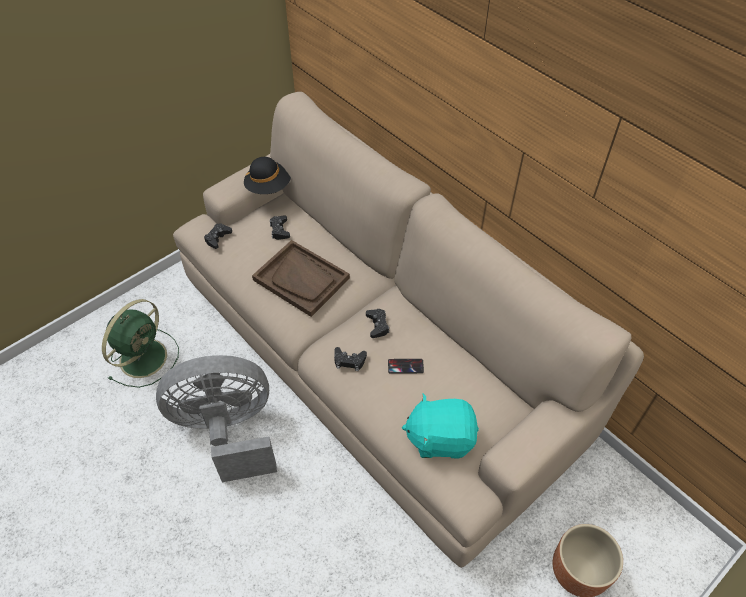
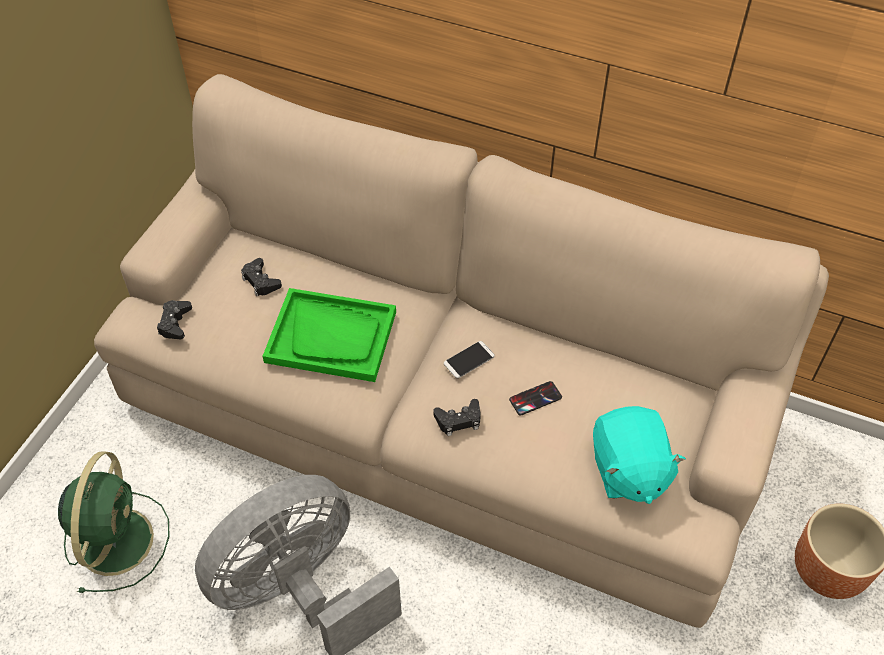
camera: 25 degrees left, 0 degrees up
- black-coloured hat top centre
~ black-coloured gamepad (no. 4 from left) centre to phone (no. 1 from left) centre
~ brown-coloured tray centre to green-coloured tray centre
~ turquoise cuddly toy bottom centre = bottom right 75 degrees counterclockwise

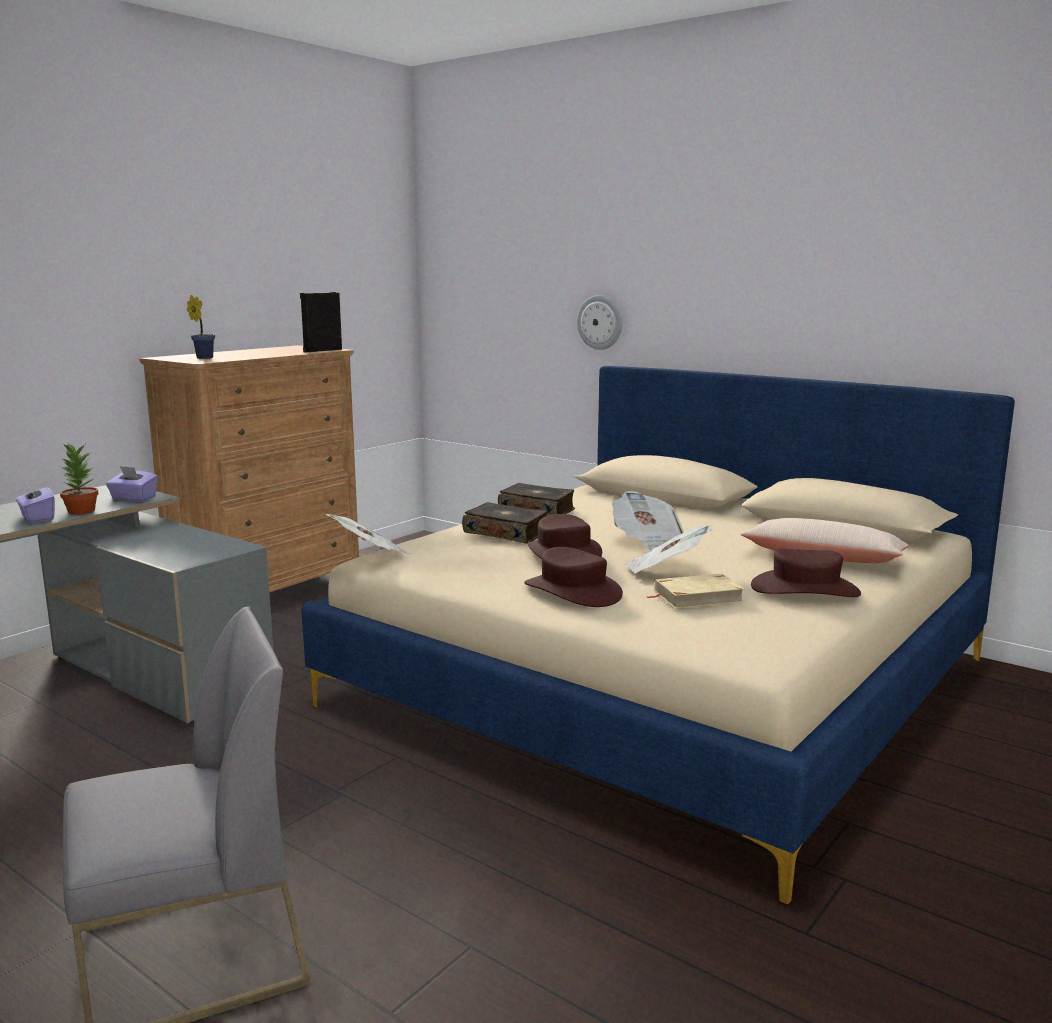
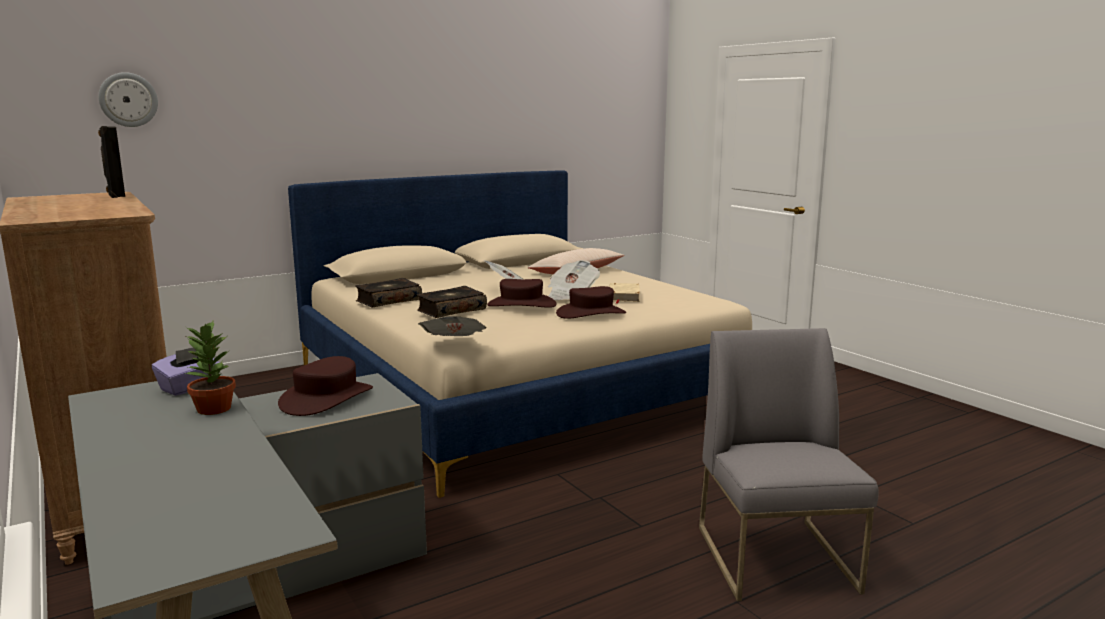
camera: 70 degrees left, 0 degrees up
- purple-coloured tissue box (no. 1 from left) middle left
- houseplant (no. 2 from left) top left
~ hanging clock top centre to top left
~ brown-coloured hat (no. 3 from left in the first image) middle right to brown-coloured hat (no. 1 from left) middle left

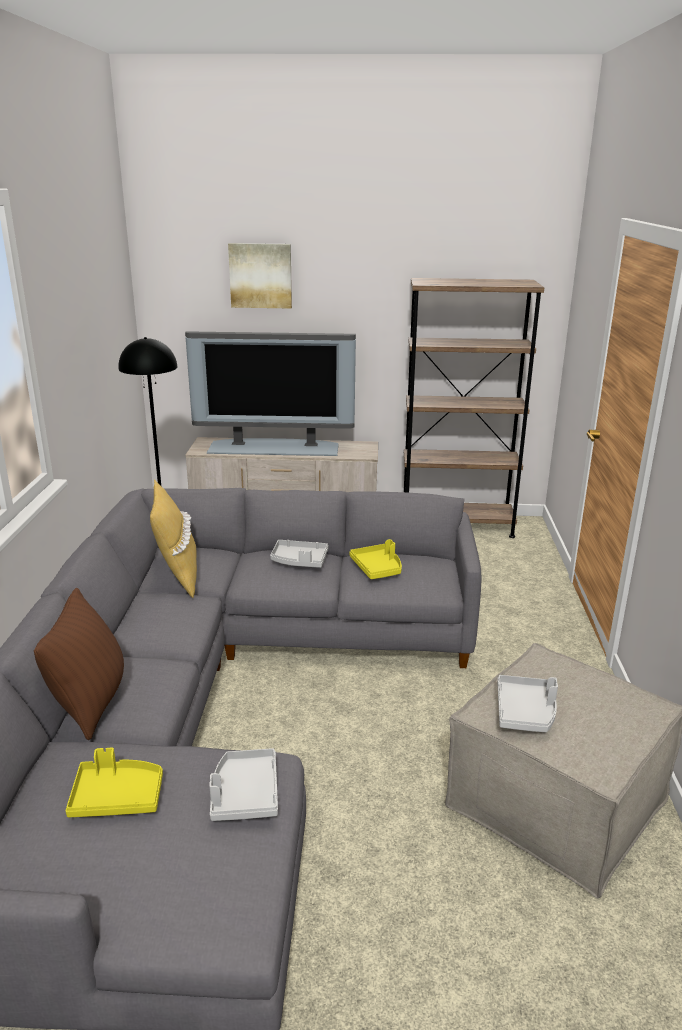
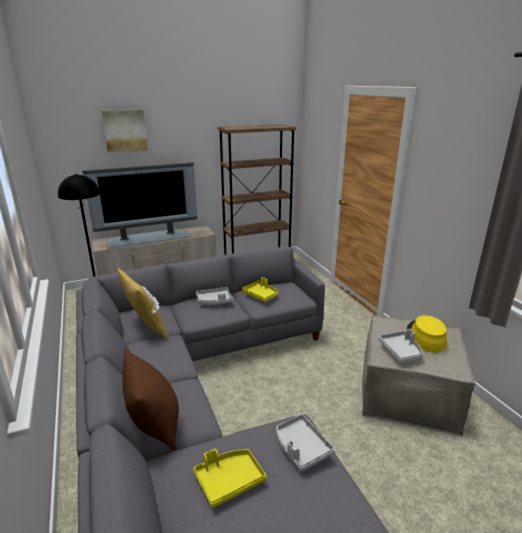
camera: 25 degrees left, 0 degrees up
+ yellow-coloured hat middle right

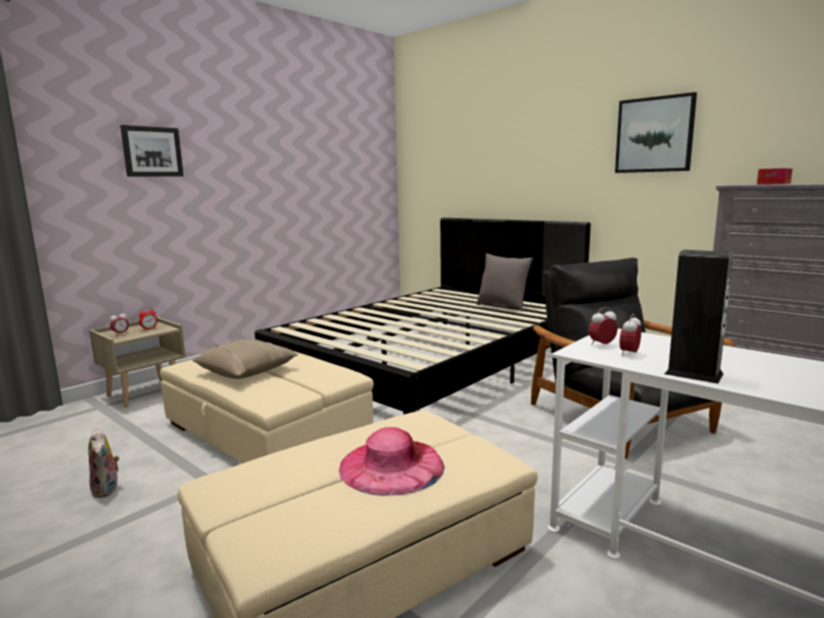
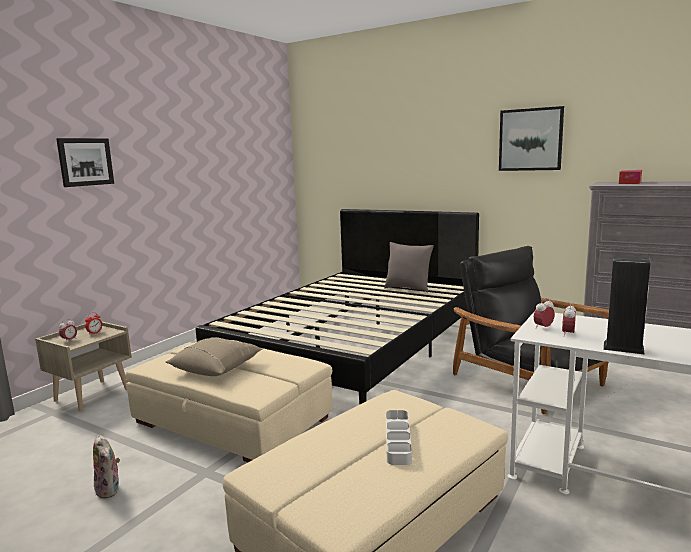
camera: 10 degrees left, 0 degrees up
~ pinkish hat bottom centre to grey tray bottom centre

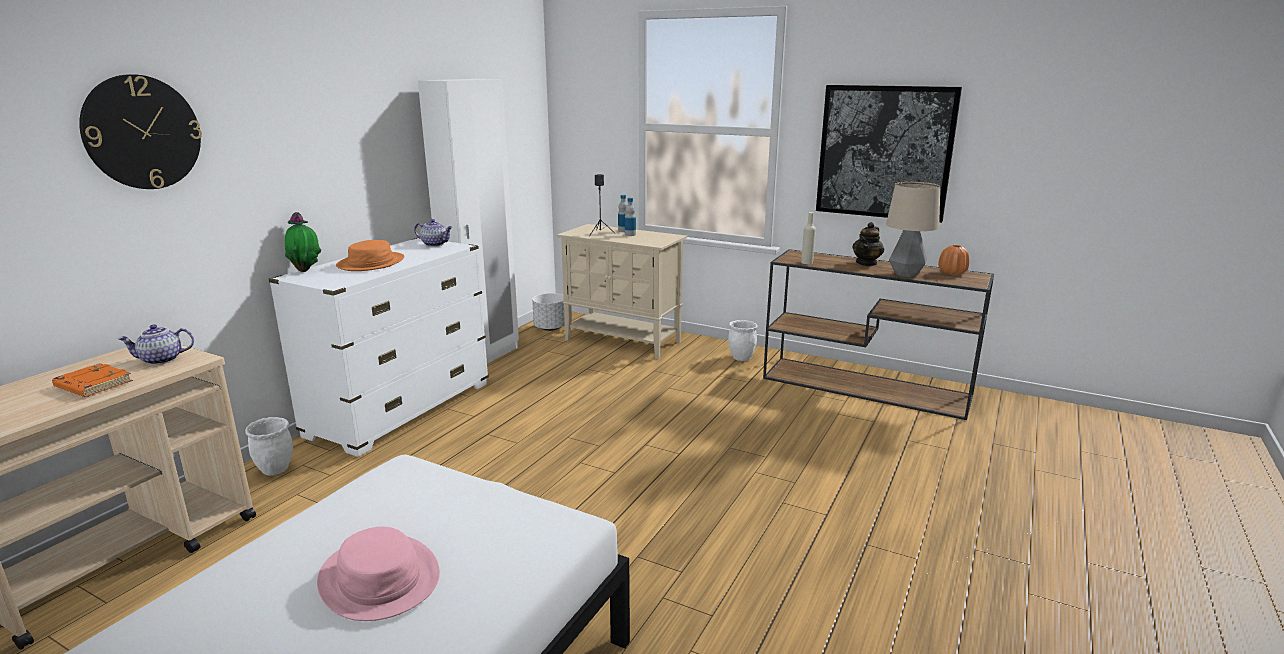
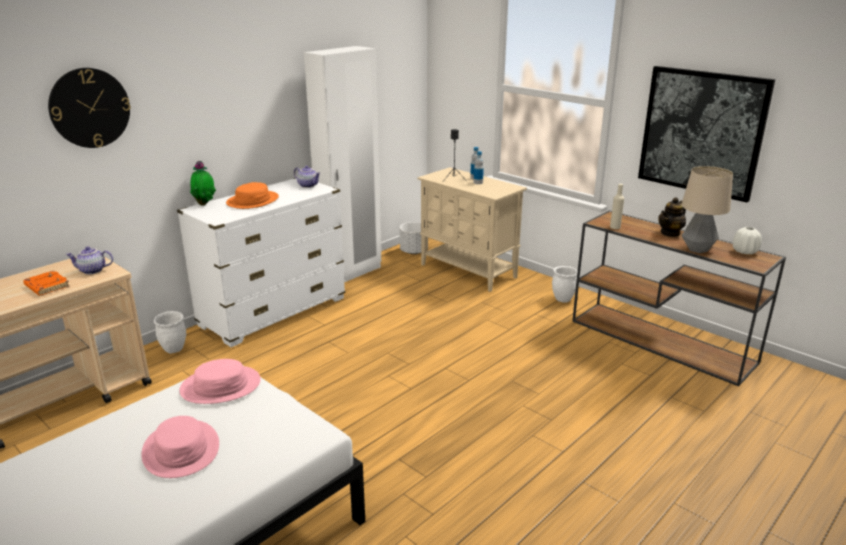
camera: 15 degrees right, 5 degrees up
+ pinkish hat (no. 2 from left) bottom left
~ orange vase middle right to white-coloured vase middle right

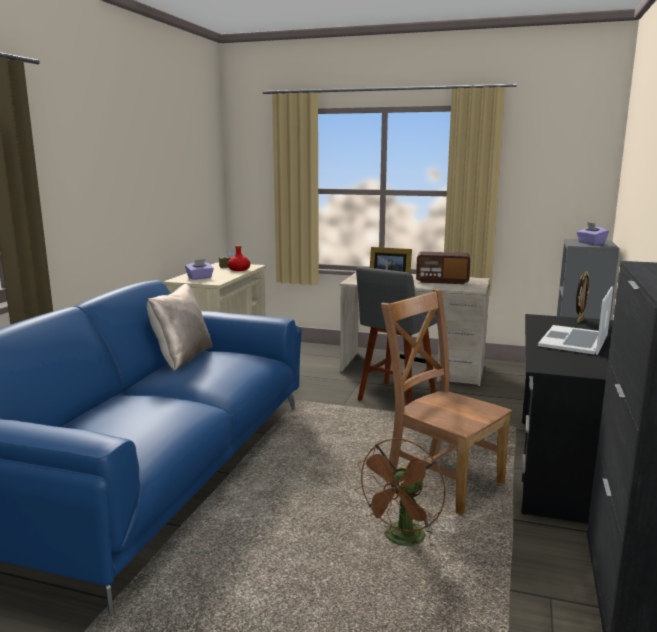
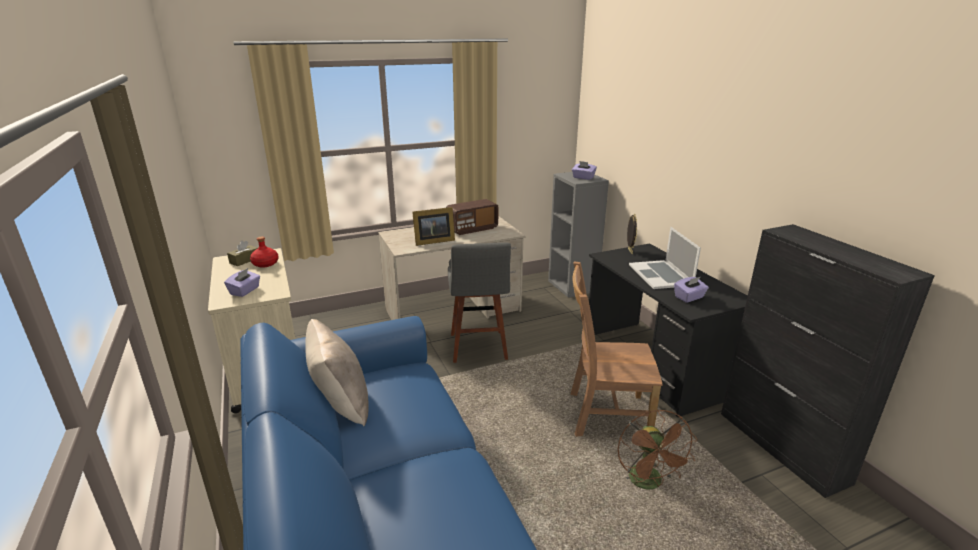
camera: 40 degrees left, 10 degrees up
+ purple-coloured tissue box (no. 3 from left) middle right

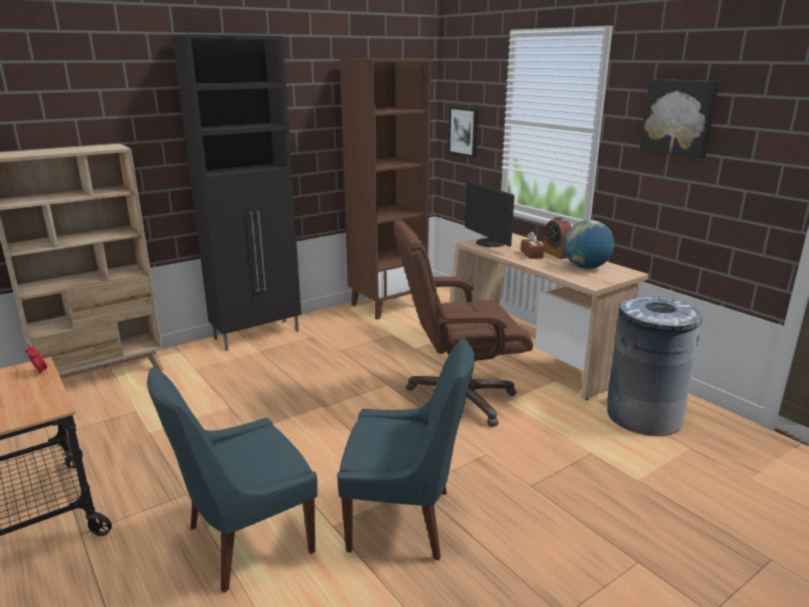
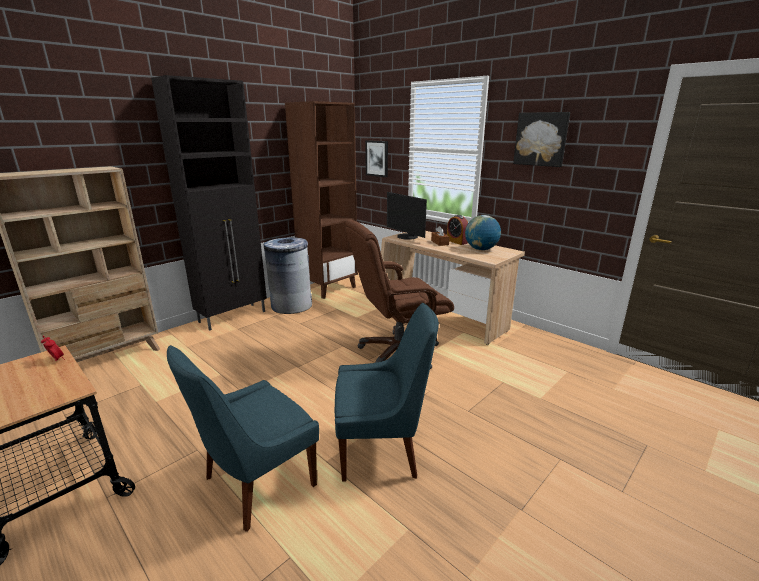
camera: 10 degrees left, 0 degrees up
~ grey rubbish bin middle right to centre

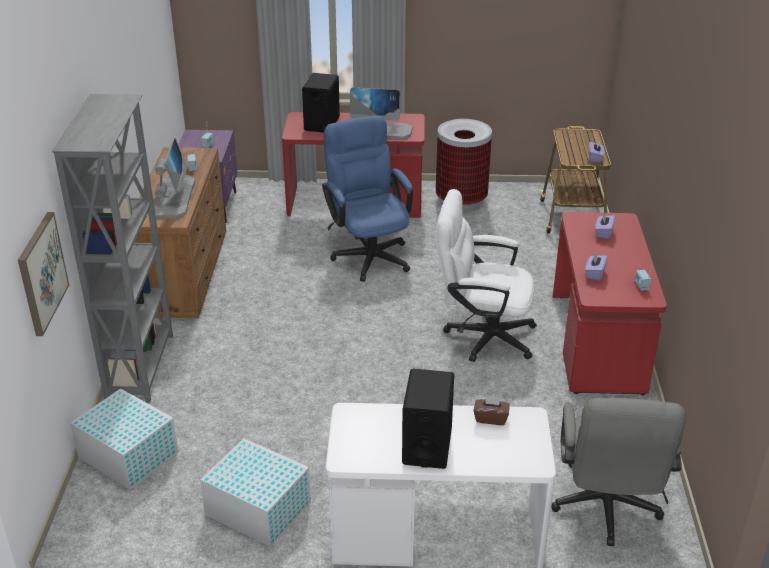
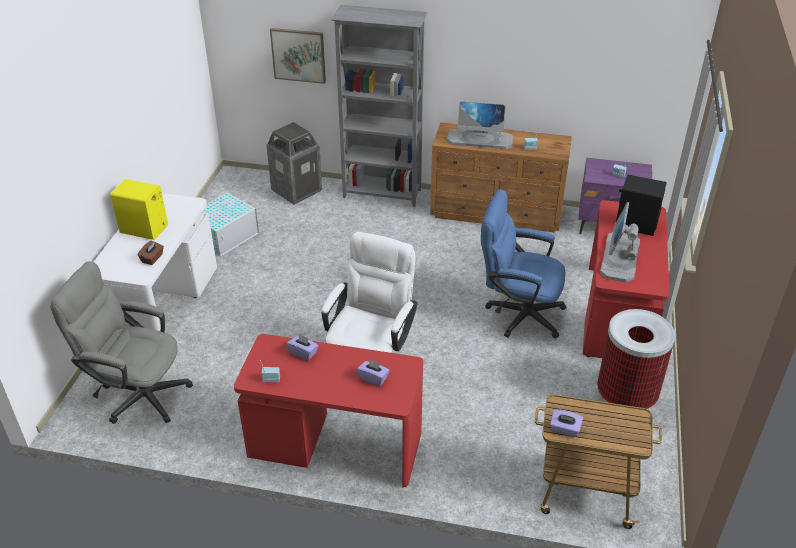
camera: 100 degrees right, 5 degrees up
~ white-coloured storage box (no. 1 from left) bottom left to rubbish bin (no. 1 from left) top centre
~ black-coloured loudspeaker (no. 2 from left) bottom centre to yellow-coloured loudspeaker middle left
~ bluish computer chair centre = centre 150 degrees counterclockwise

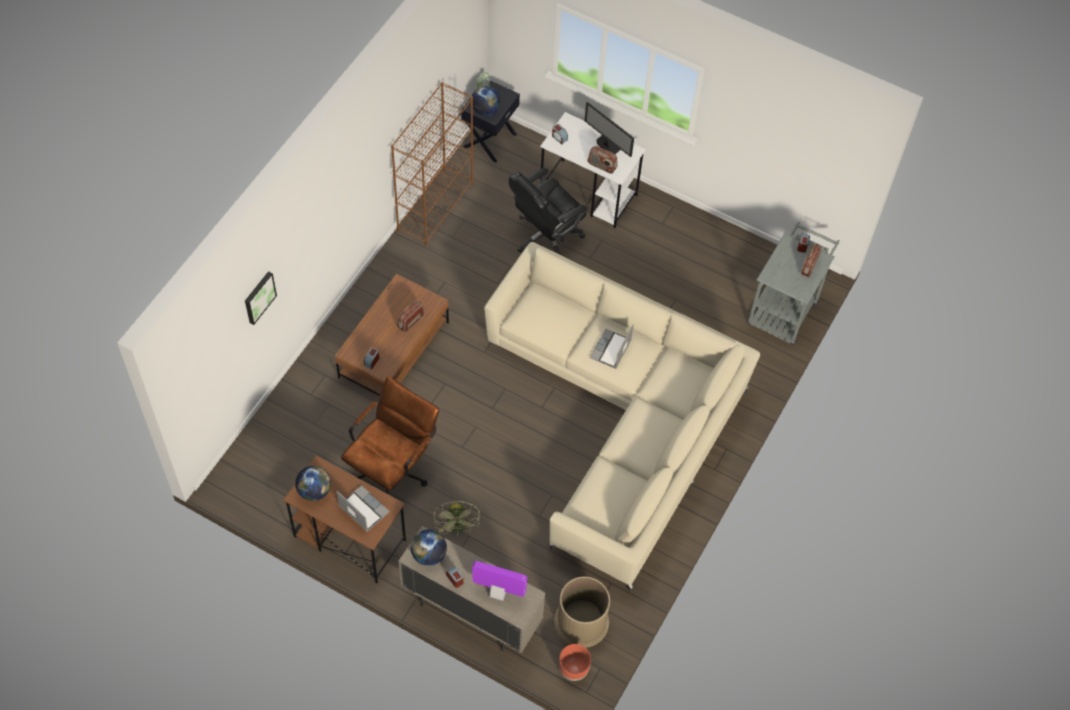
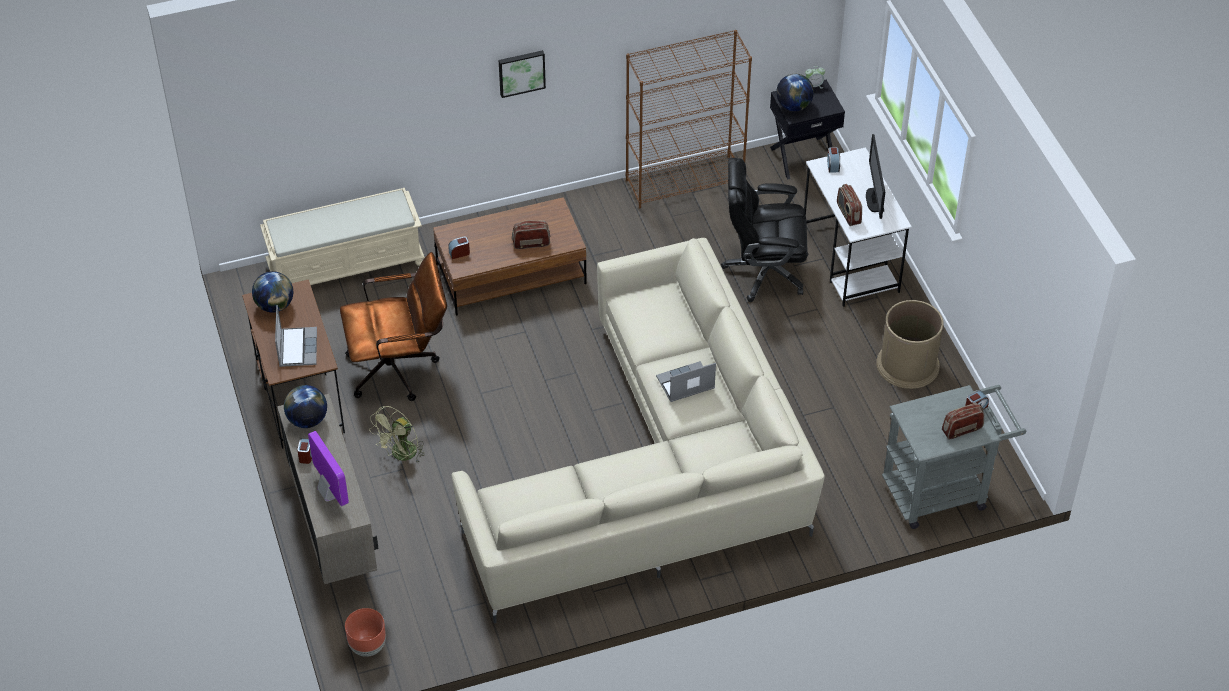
camera: 45 degrees right, 10 degrees down
+ beige bench middle left
~ picture middle left to top centre
~ brown-coloured rubbish bin bottom centre to middle right

